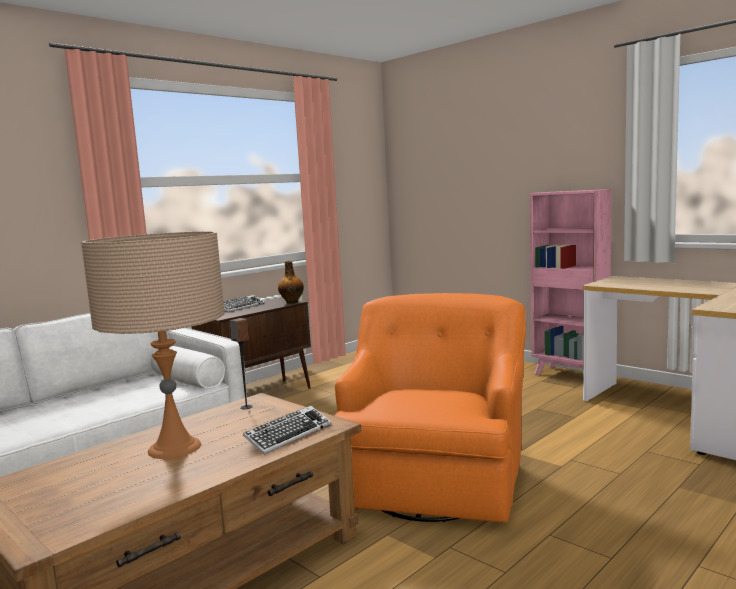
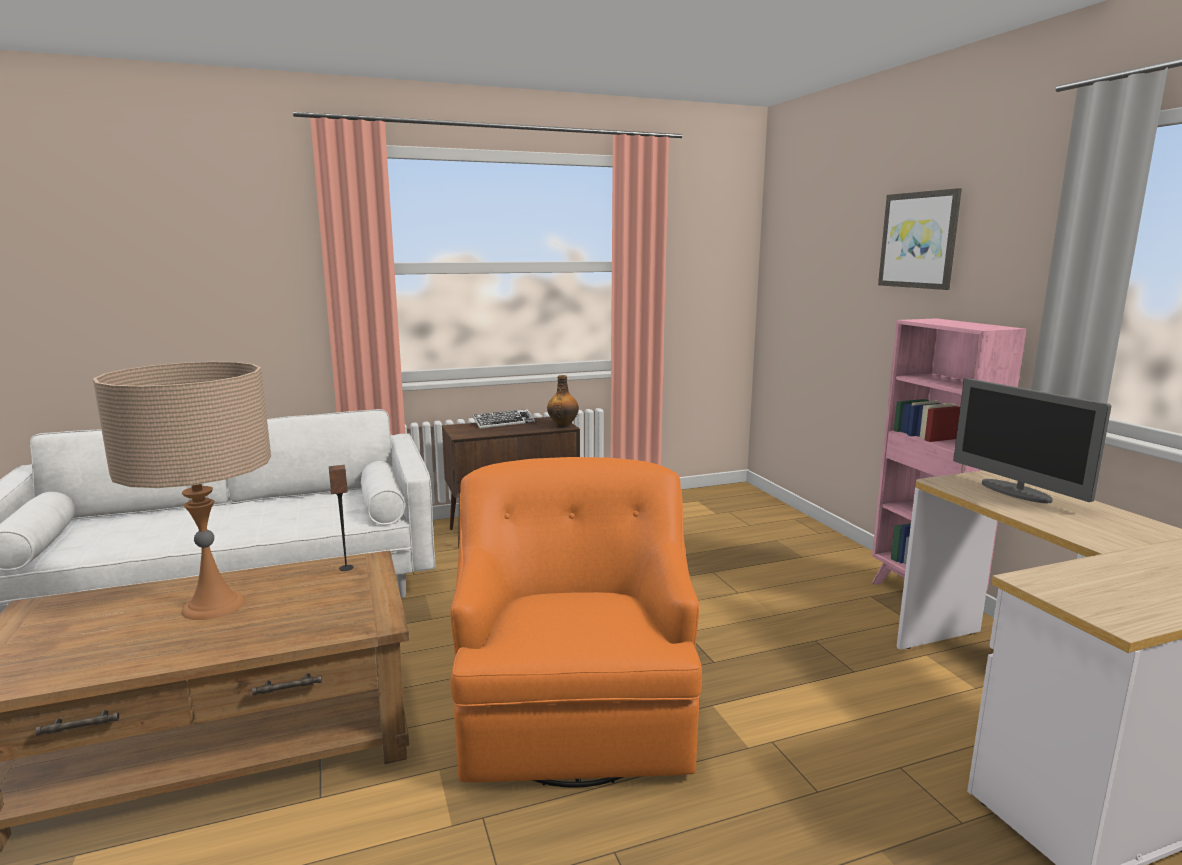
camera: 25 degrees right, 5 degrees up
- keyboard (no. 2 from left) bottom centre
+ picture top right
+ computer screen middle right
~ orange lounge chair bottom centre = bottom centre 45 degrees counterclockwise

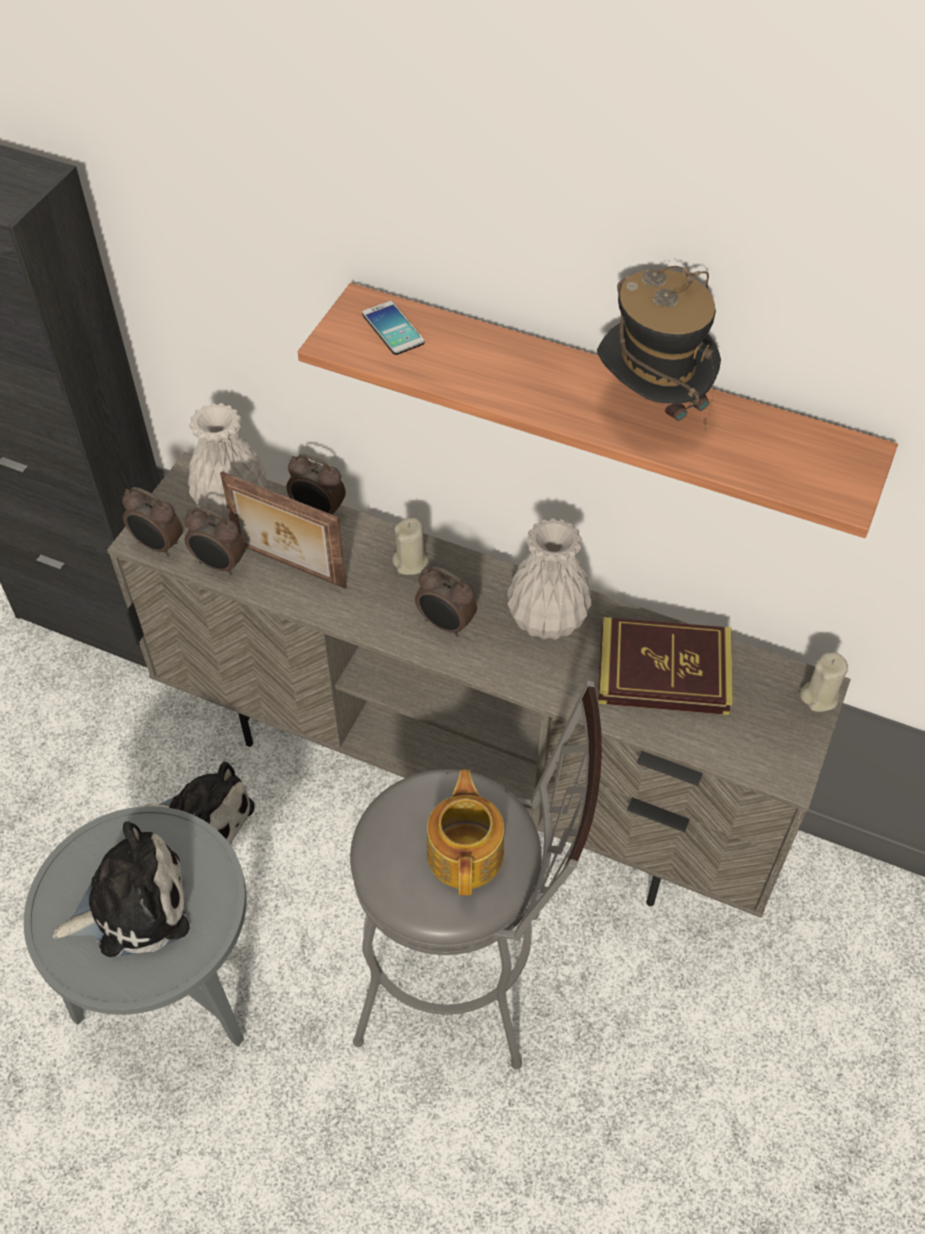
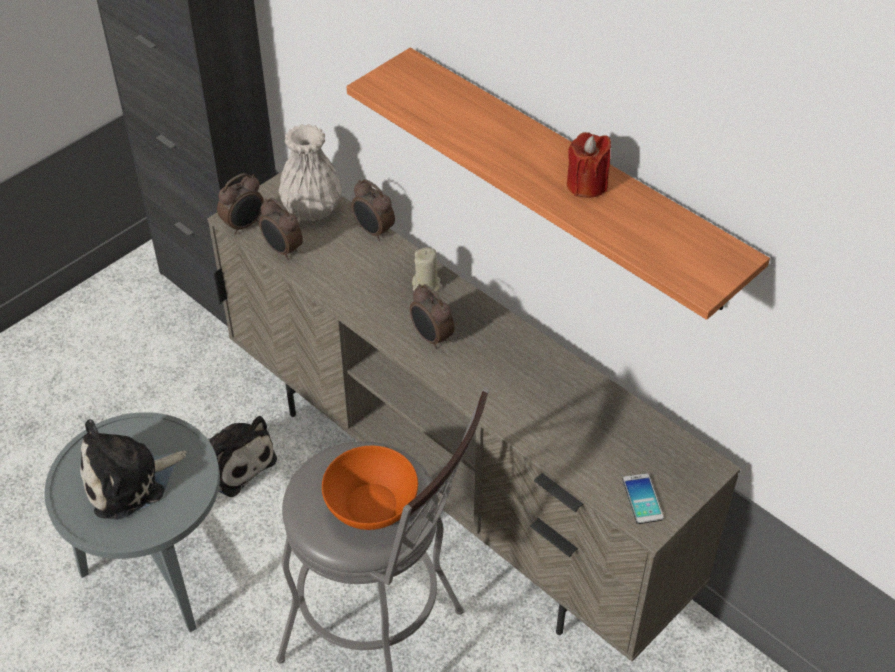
camera: 20 degrees right, 5 degrees down
- picture frame middle left
- white-coloured vase (no. 2 from left) centre
- bound book middle right
- beige wax candle (no. 2 from left) middle right
~ phone top centre to bottom right
~ teapot bottom centre to orange serving bowl bottom centre
~ hat top right to red wax candle top centre
~ cuddly toy (no. 1 from left) bottom left = bottom left 150 degrees clockwise
~ alarm clock (no. 1 from left) middle left = top left 90 degrees counterclockwise

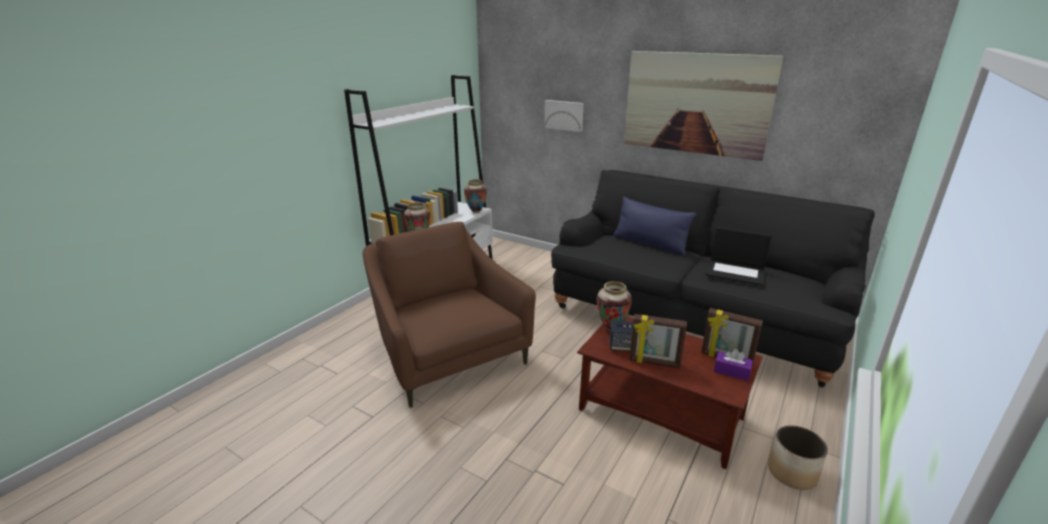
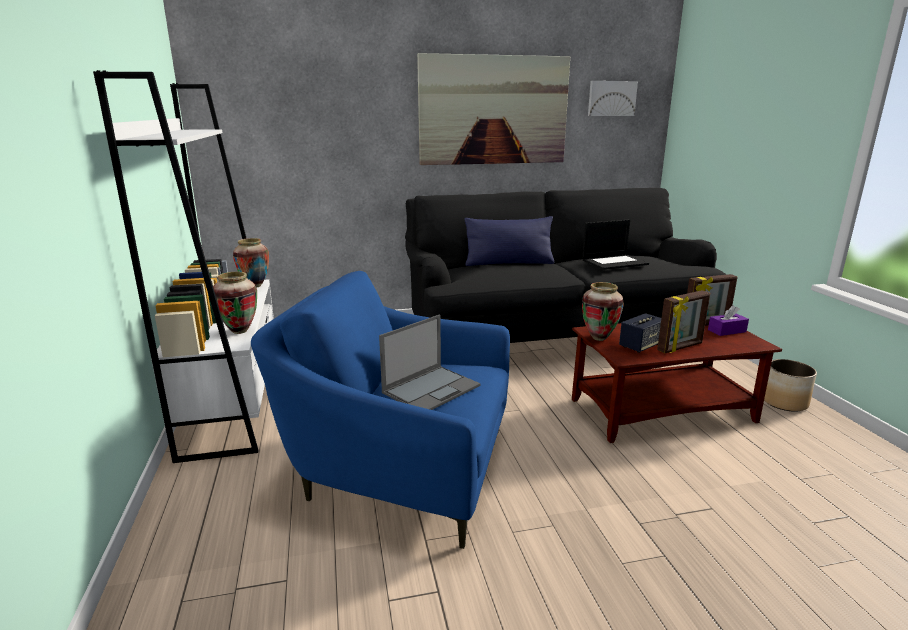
camera: 45 degrees left, 5 degrees down
+ laptop (no. 1 from left) centre
~ picture (no. 1 from left in the first image) top centre to picture (no. 2 from left) top right
~ brown-coloured lounge chair centre to bluish lounge chair centre

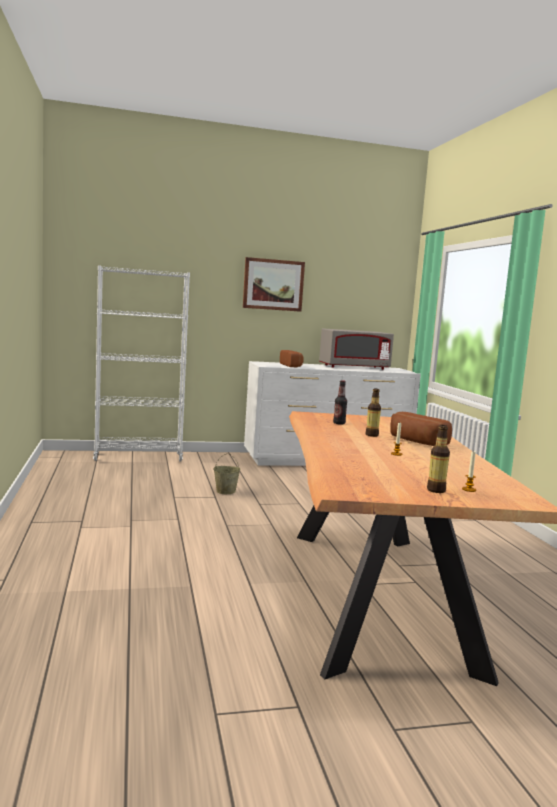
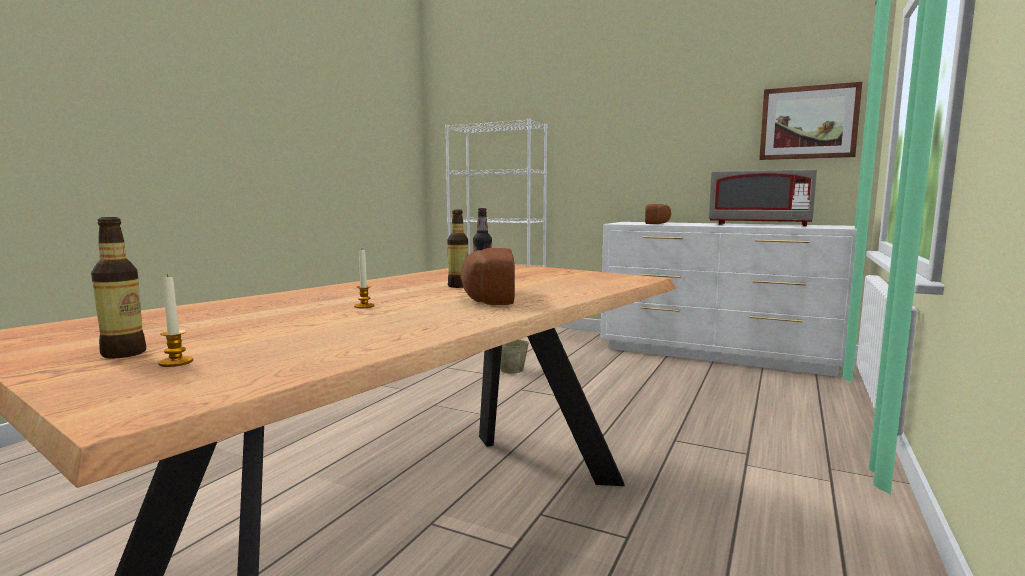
camera: 40 degrees right, 0 degrees up
~ picture centre to top right

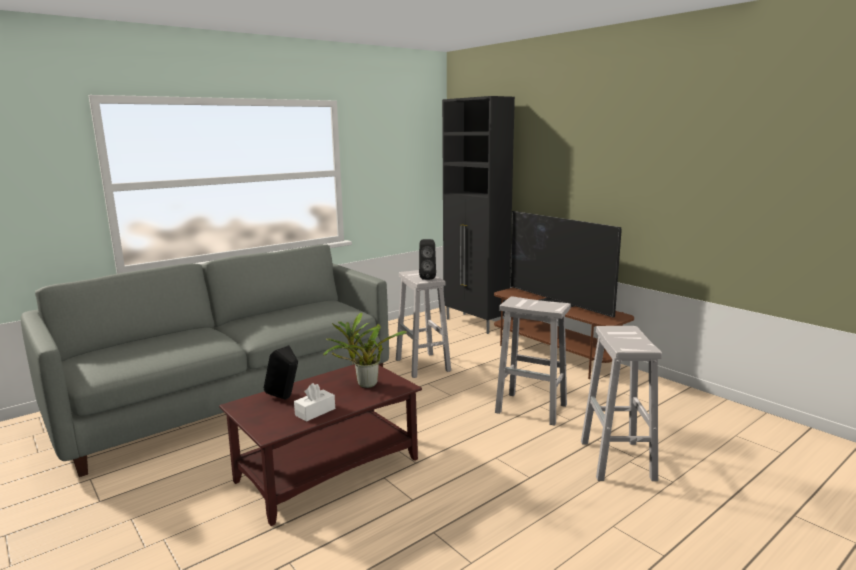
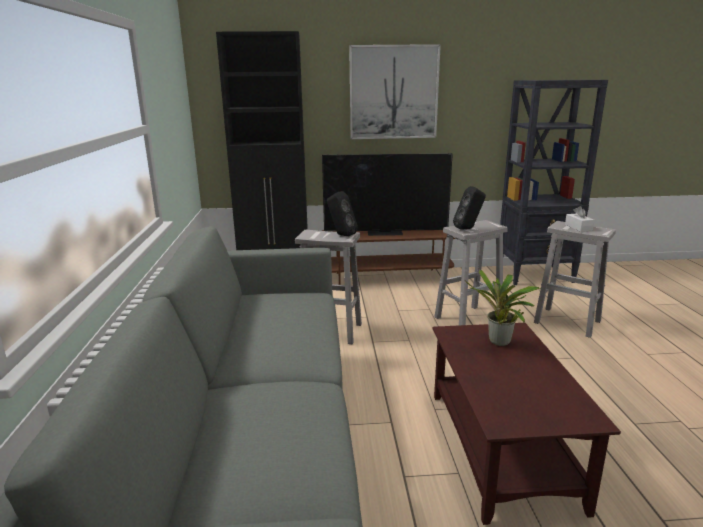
camera: 55 degrees left, 5 degrees up
+ picture top centre
+ black-coloured bookshelf middle right
~ black-coloured loudspeaker (no. 1 from left in the first image) middle left to black-coloured loudspeaker (no. 2 from left) middle right
~ white-coloured tissue box bottom centre to middle right

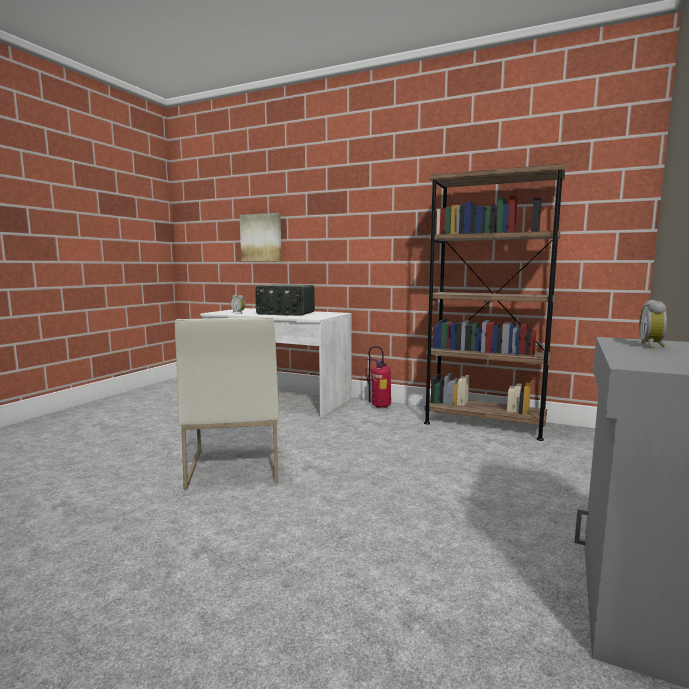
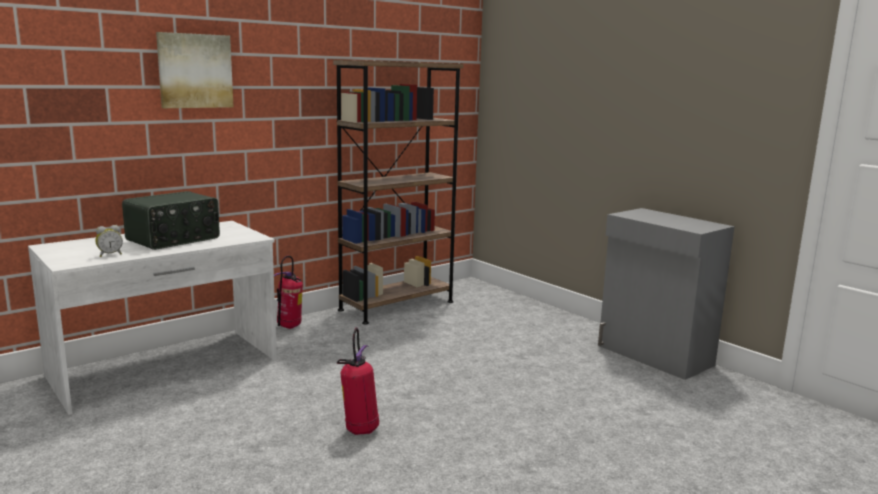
camera: 65 degrees left, 5 degrees up
- alarm clock (no. 2 from left) middle right
~ picture centre to top left
~ white-coloured chair middle left to extinguisher (no. 2 from left) bottom centre

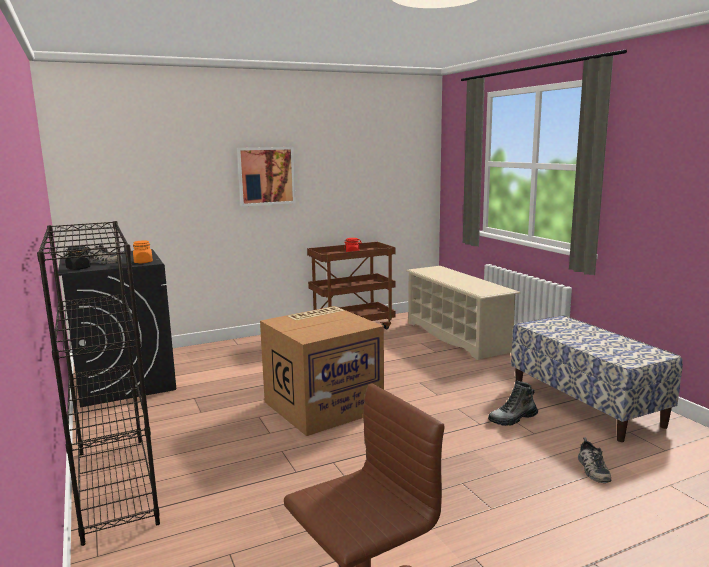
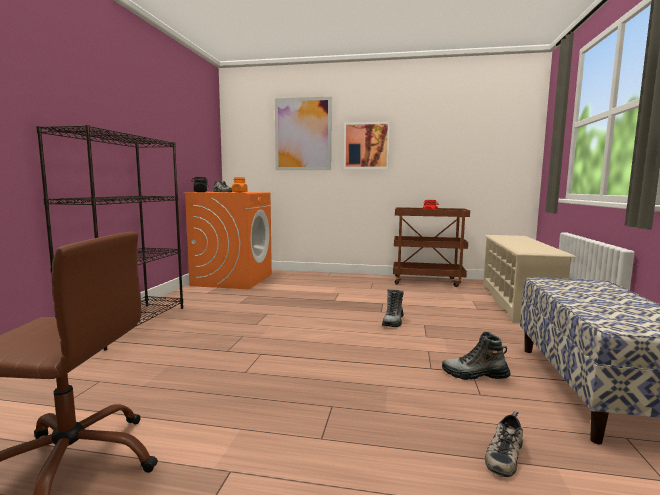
camera: 35 degrees right, 5 degrees down
- packing box centre
+ picture (no. 1 from left) top centre
+ boot (no. 1 from left) centre
~ black-coloured laundry machine middle left to orange laundry machine centre

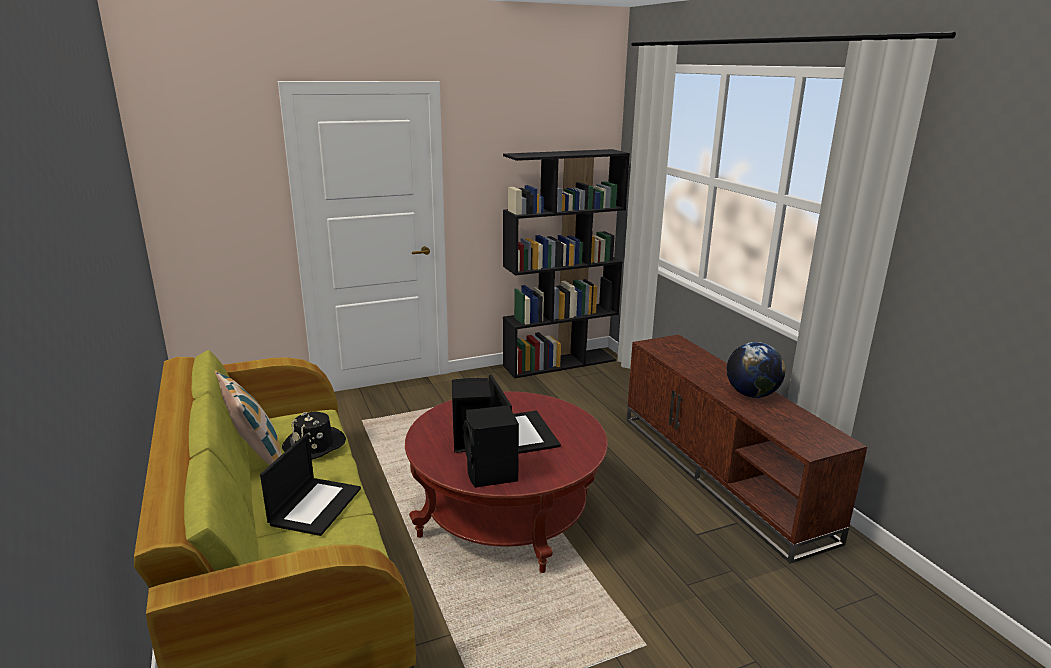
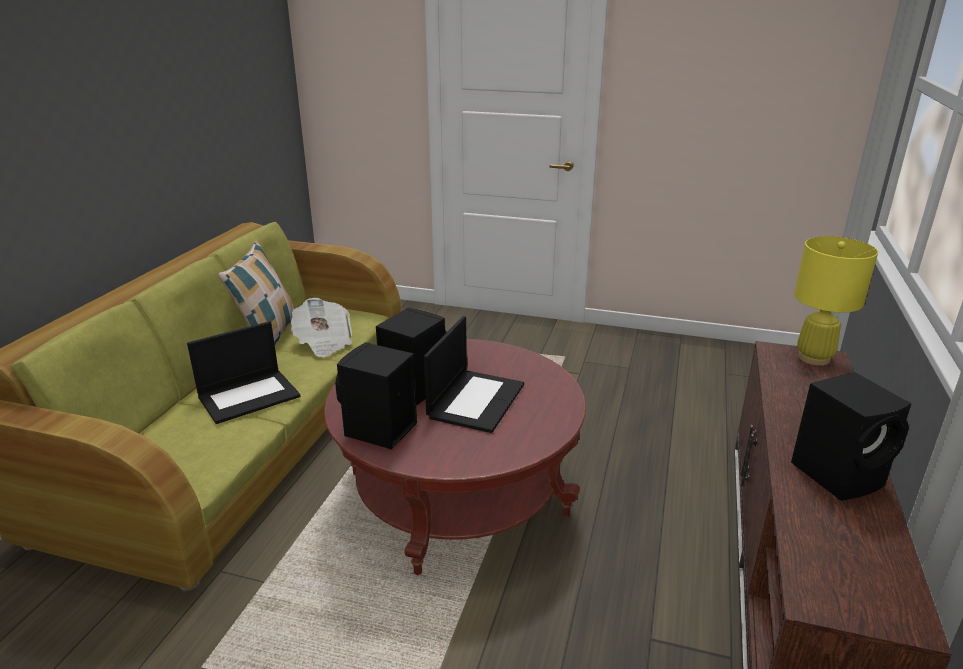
camera: 40 degrees right, 5 degrees up
- black-coloured bookshelf centre
+ yellow-coloured lamp for a table middle right
~ black-coloured hat middle left to newspaper centre
~ globe middle right to black-coloured loudspeaker (no. 3 from left) middle right

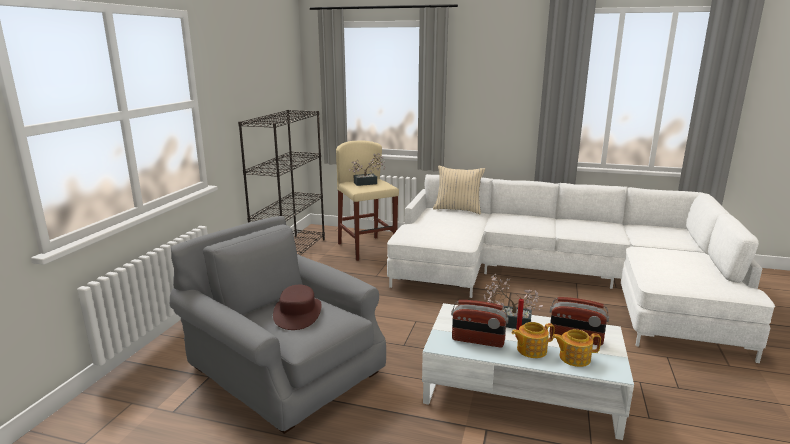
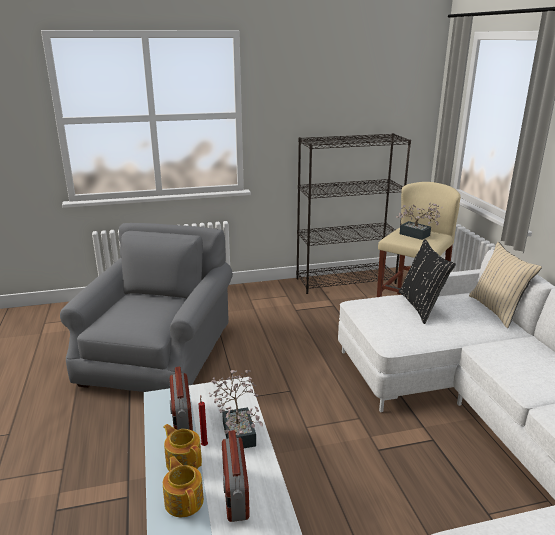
camera: 60 degrees right, 5 degrees up
- brown-coloured hat bottom centre
+ black-coloured cushion middle right

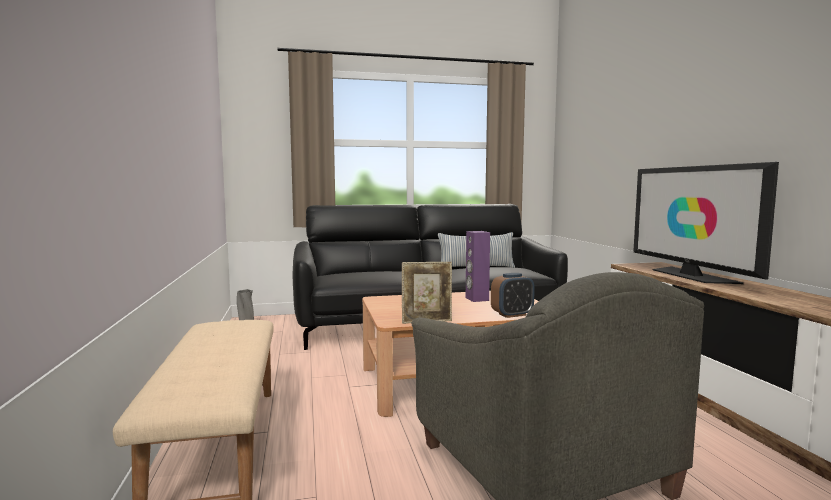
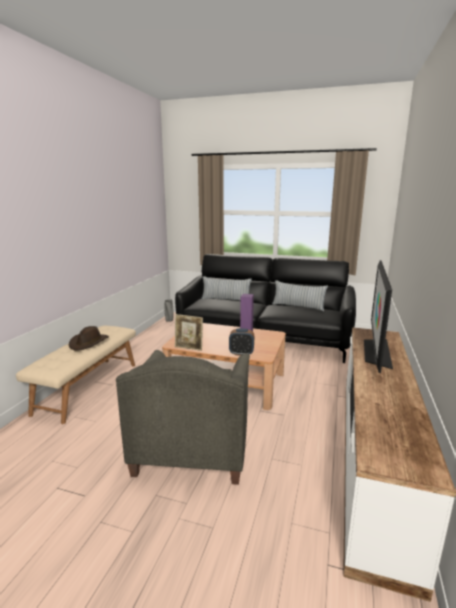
camera: 30 degrees right, 10 degrees up
+ brown-coloured hat middle left
+ cushion (no. 1 from left) centre

